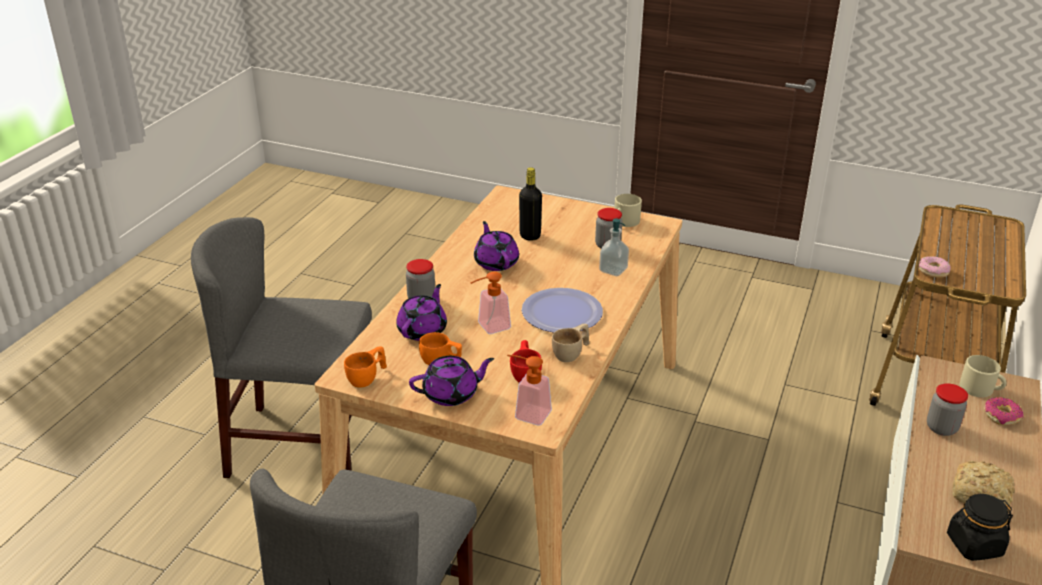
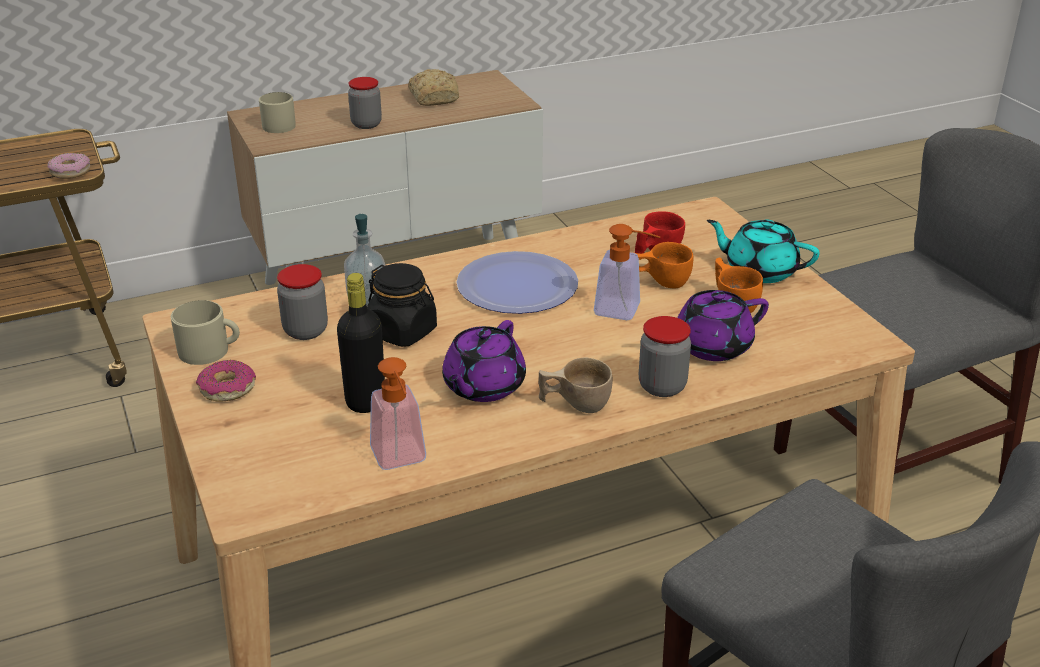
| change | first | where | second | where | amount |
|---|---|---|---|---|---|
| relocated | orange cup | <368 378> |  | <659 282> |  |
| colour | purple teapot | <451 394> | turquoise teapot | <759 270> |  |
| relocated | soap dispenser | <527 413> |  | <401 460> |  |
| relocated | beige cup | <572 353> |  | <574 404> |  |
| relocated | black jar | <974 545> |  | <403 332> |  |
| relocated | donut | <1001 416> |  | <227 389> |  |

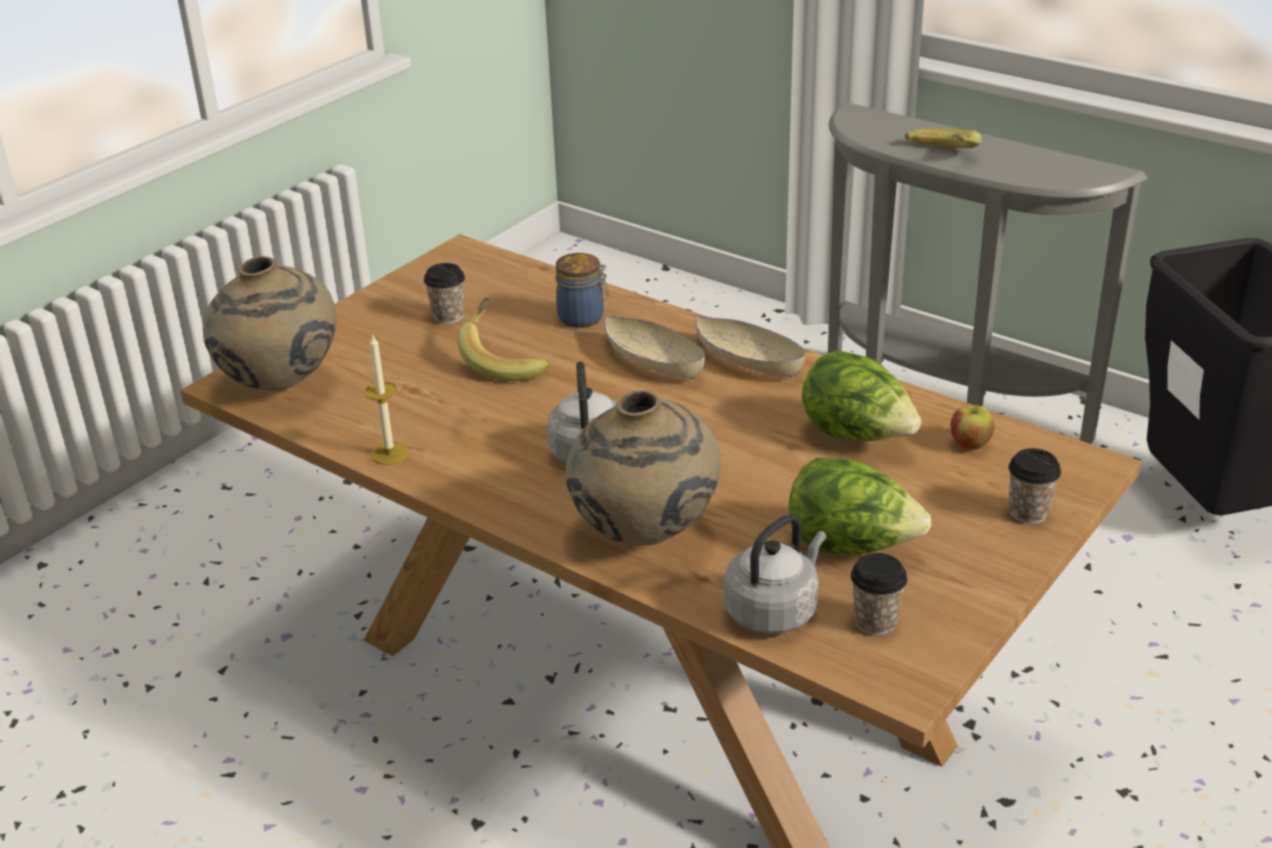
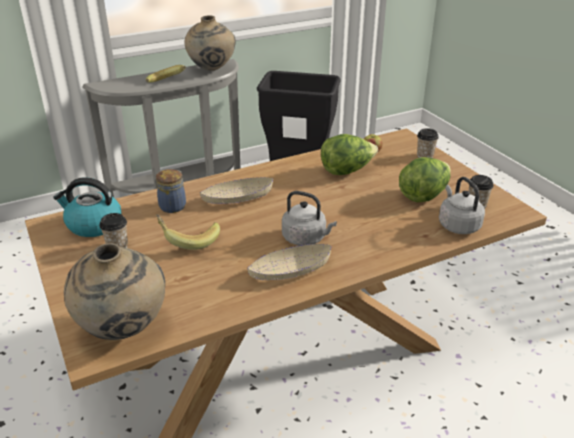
| change | first | where | second | where | amount |
|---|---|---|---|---|---|
| missing | candle | <389 454> |  |  |  |
| relocated | beige vase | <646 537> |  | <212 70> |  |
| relocated | beige bowl | <748 360> |  | <290 271> |  |
| appeared |  |  | kettle | <93 225> |  |

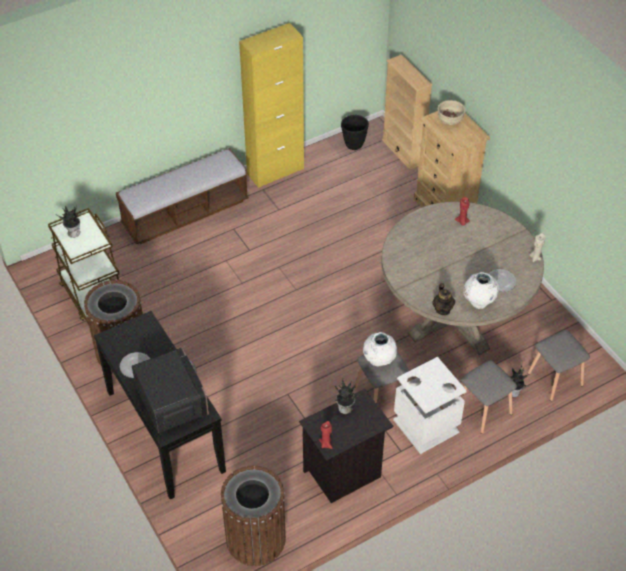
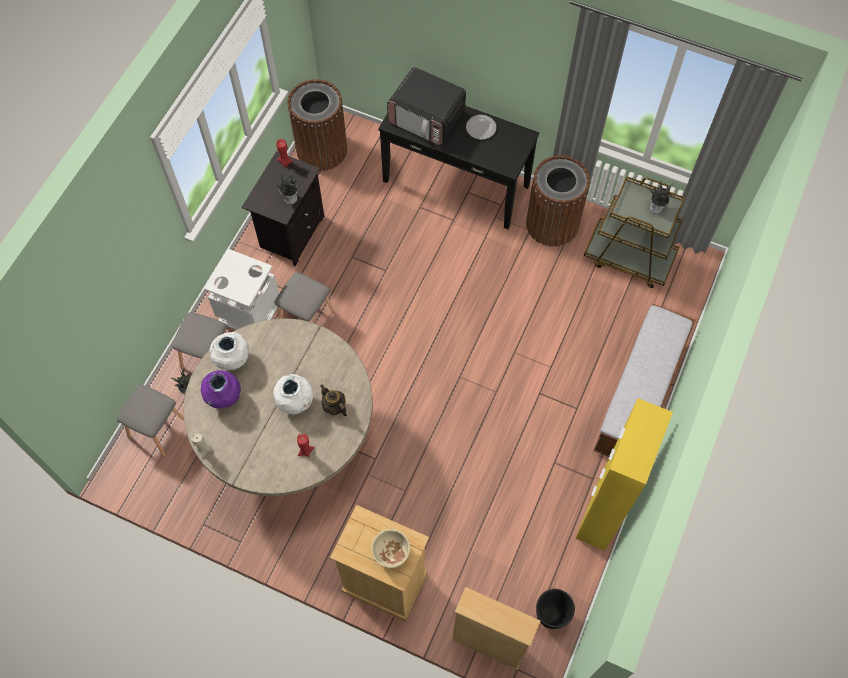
| change | first | where | second | where | amount |
|---|---|---|---|---|---|
| relocated | white vase | <379 361> |  | <296 403> |  |
| relocated | teapot | <443 309> |  | <334 407> |  |
| exchanged | plate | <501 281> | purple vase | <224 397> |  |

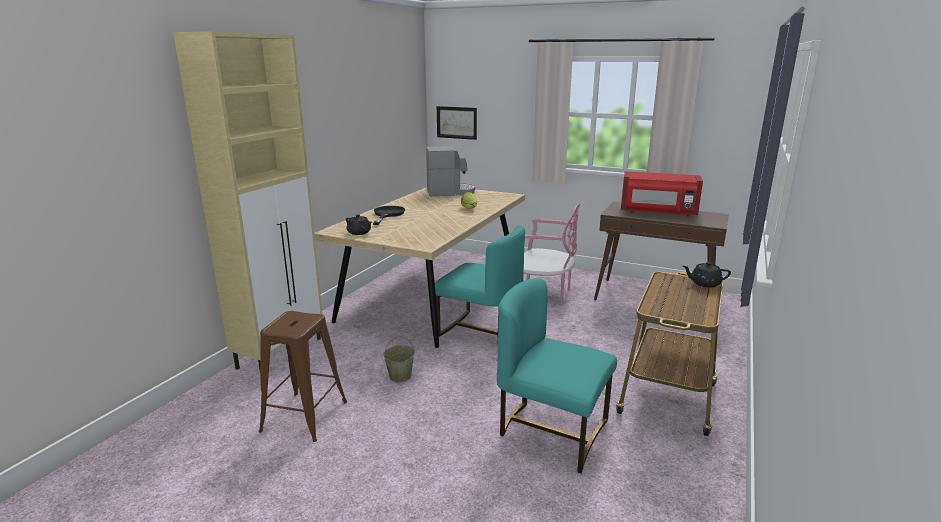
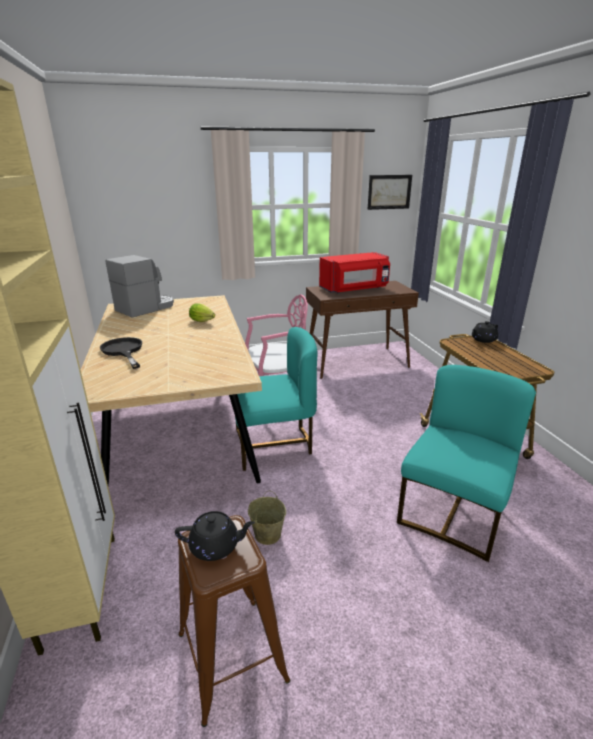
| change | first | where | second | where | amount |
|---|---|---|---|---|---|
| relocated | black teapot | <359 233> |  | <216 546> |  |
| relocated | picture | <456 122> |  | <389 192> |  |
| spun | turquoise chair | <551 431> |  | <453 513> | 135 degrees clockwise |

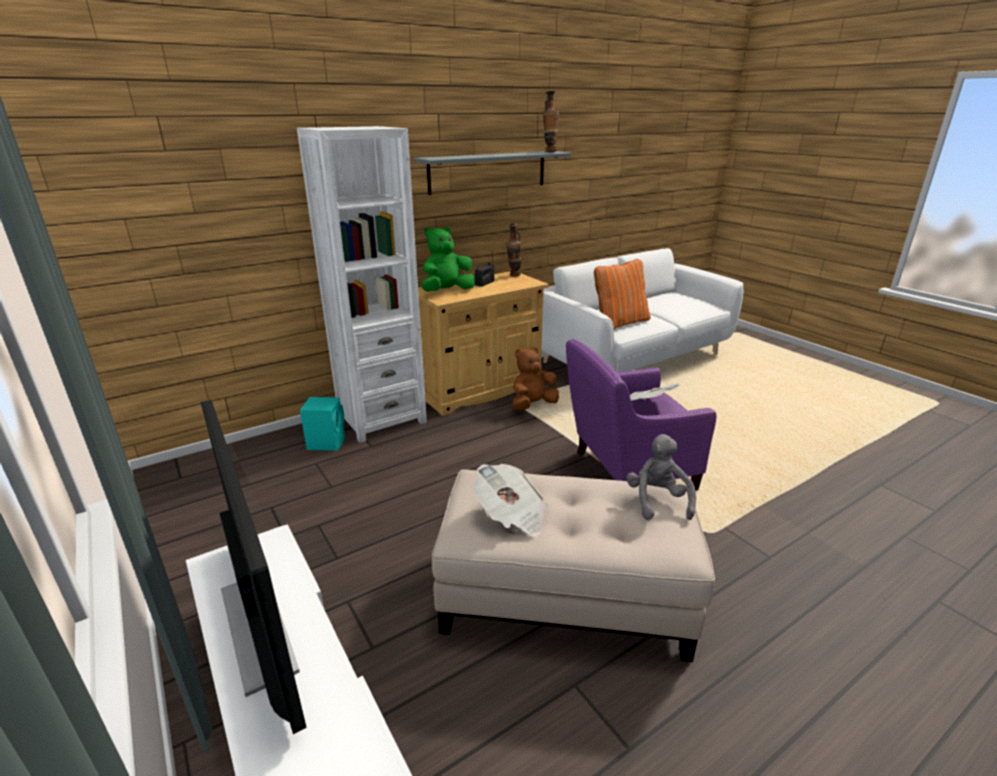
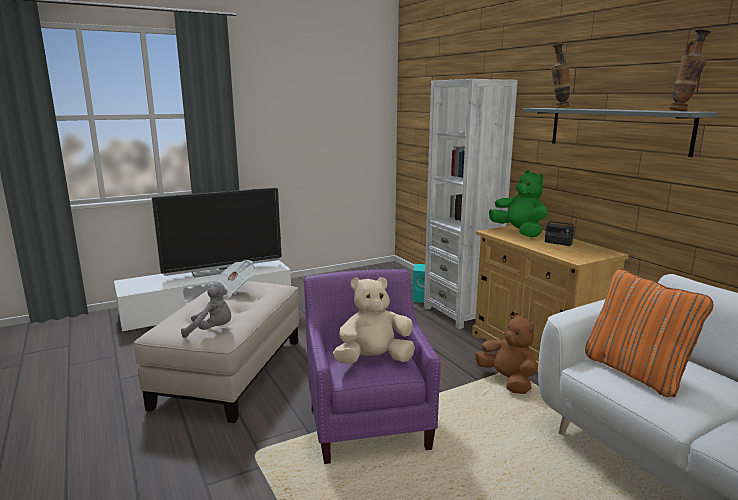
| change | first | where | second | where | amount |
|---|---|---|---|---|---|
| relocated | vase | <513 276> |  | <557 108> |  |
| exchanged | newspaper | <649 405> | beige plush toy | <374 360> |  |

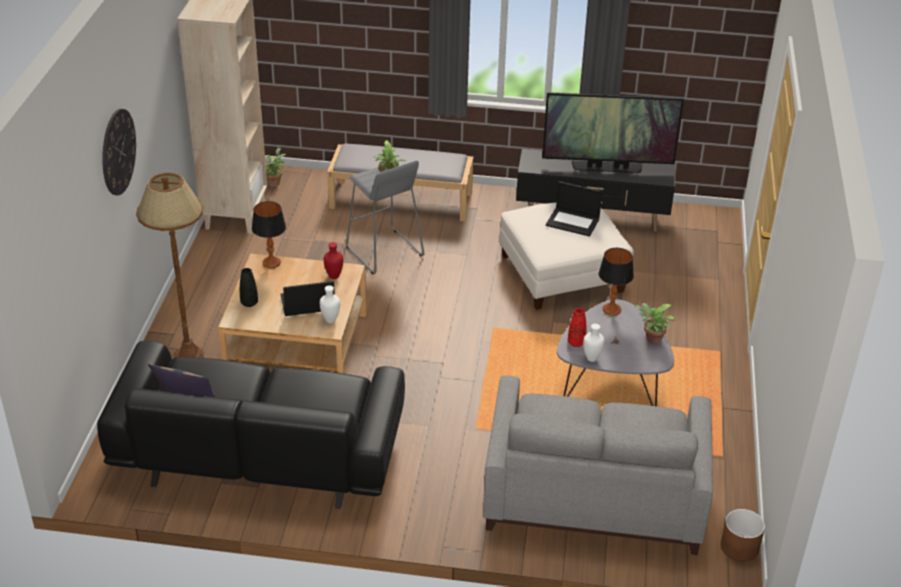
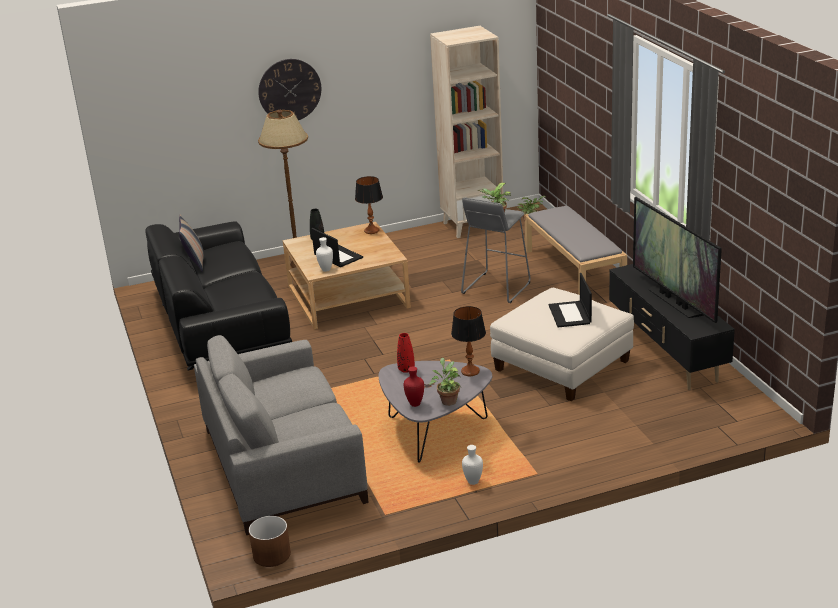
| change | first | where | second | where | amount |
|---|---|---|---|---|---|
| relocated | red vase | <334 276> |  | <416 404> |  |
| relocated | white vase | <591 358> |  | <473 482> |  |

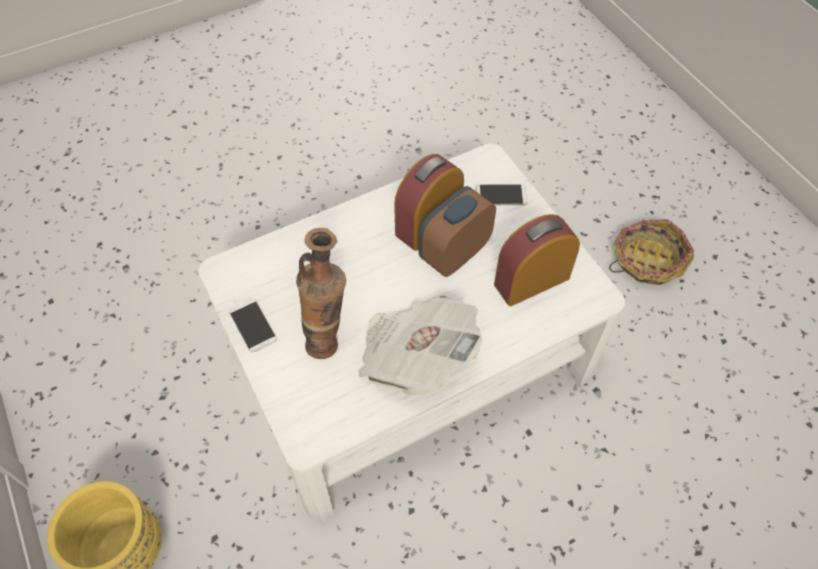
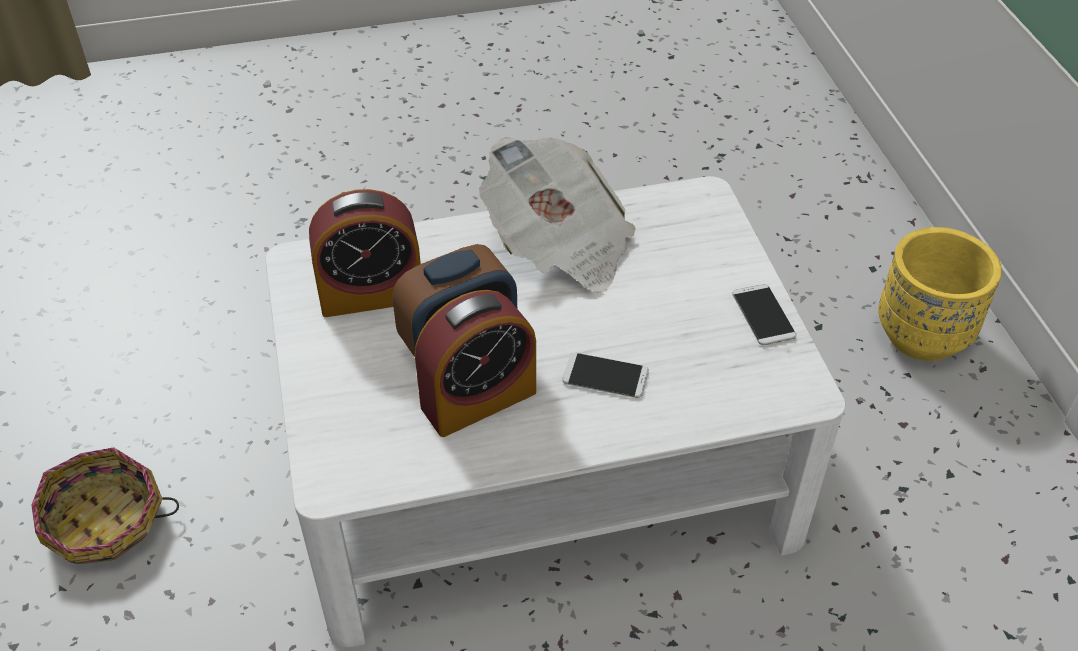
| change | first | where | second | where | amount |
|---|---|---|---|---|---|
| missing | vase | <328 338> |  |  |  |
| relocated | phone | <500 195> |  | <605 376> |  |

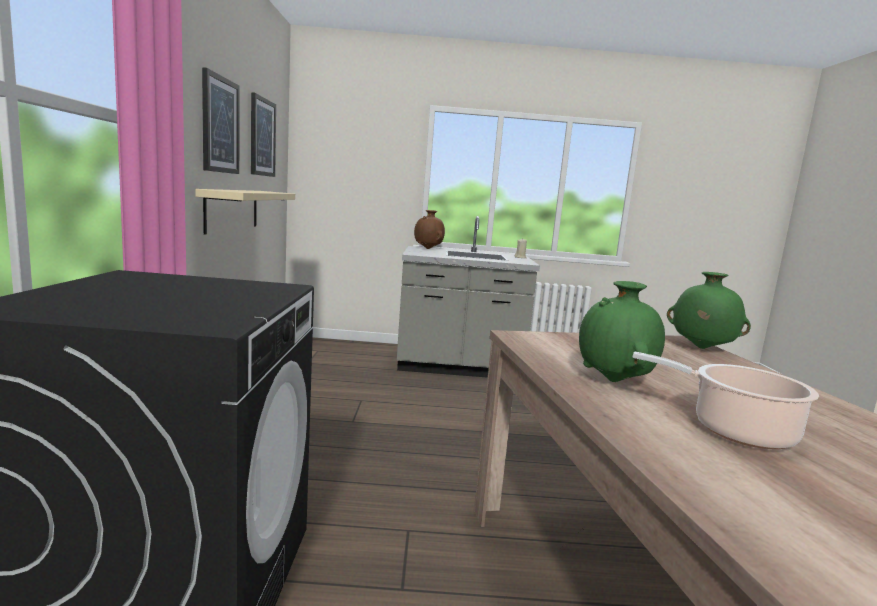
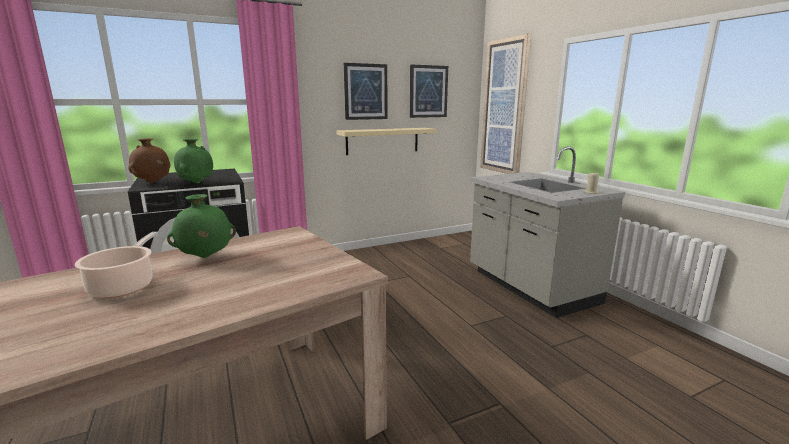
| change | first | where | second | where | amount |
|---|---|---|---|---|---|
| relocated | brown vase | <428 249> |  | <152 182> |  |
| relocated | green vase | <701 348> |  | <196 183> |  |
| appeared |  |  | picture | <504 107> |  |

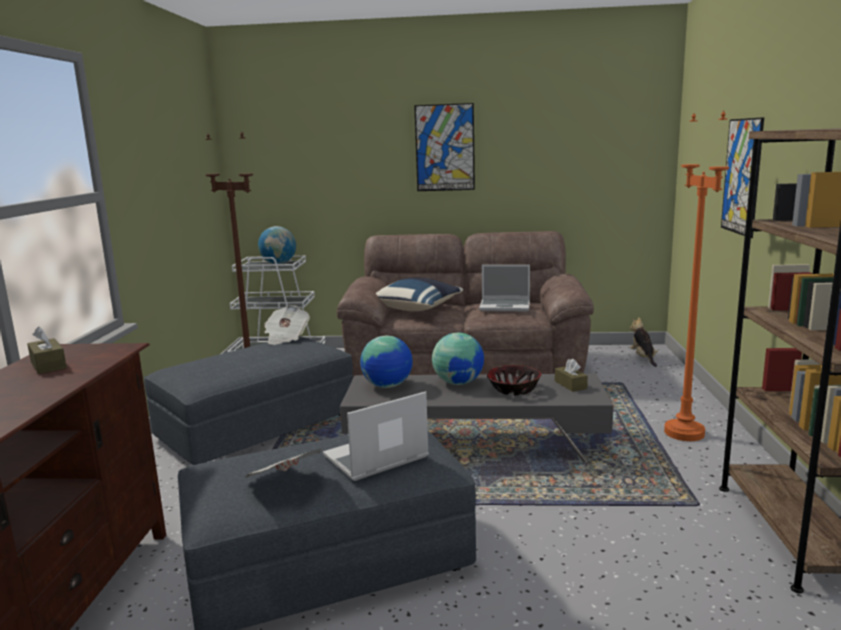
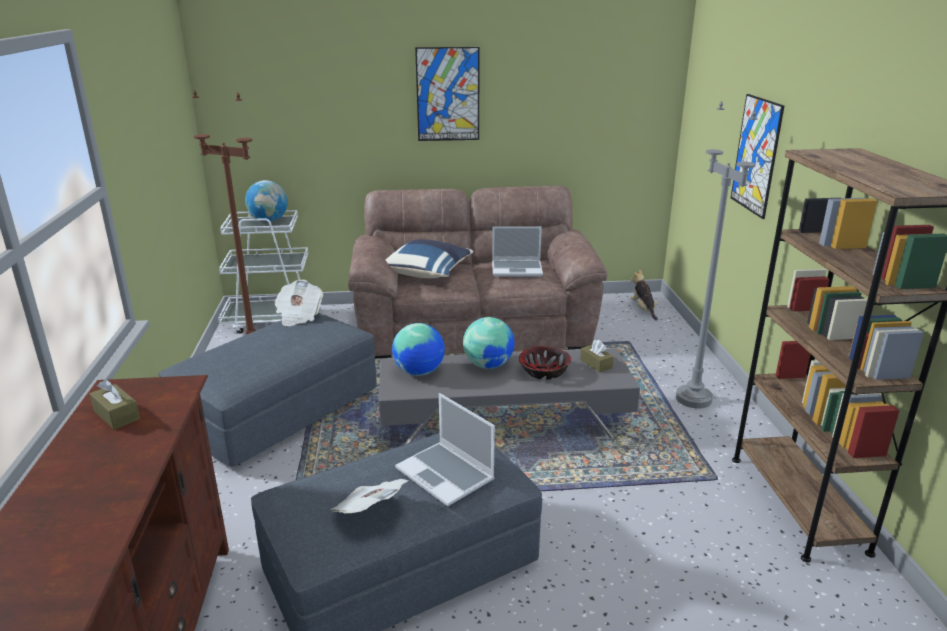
| change | first | where | second | where | amount |
|---|---|---|---|---|---|
| spun | laptop | <375 458> |  | <446 475> | 90 degrees counterclockwise |
| colour | orange floor lamp | <684 433> | grey floor lamp | <694 399> |  |

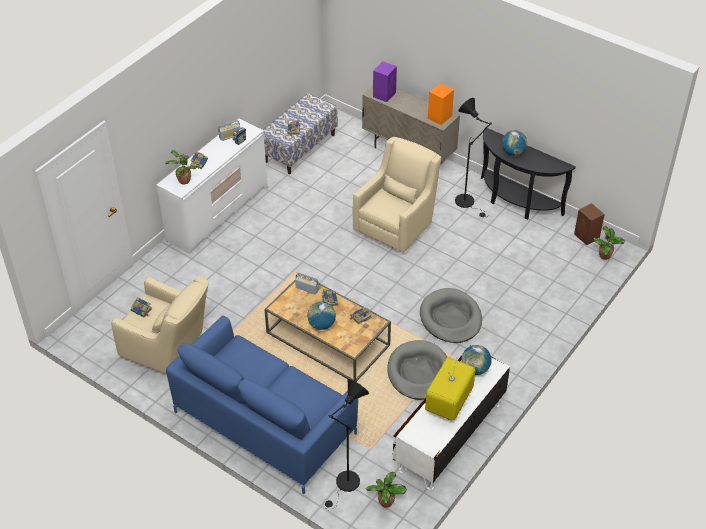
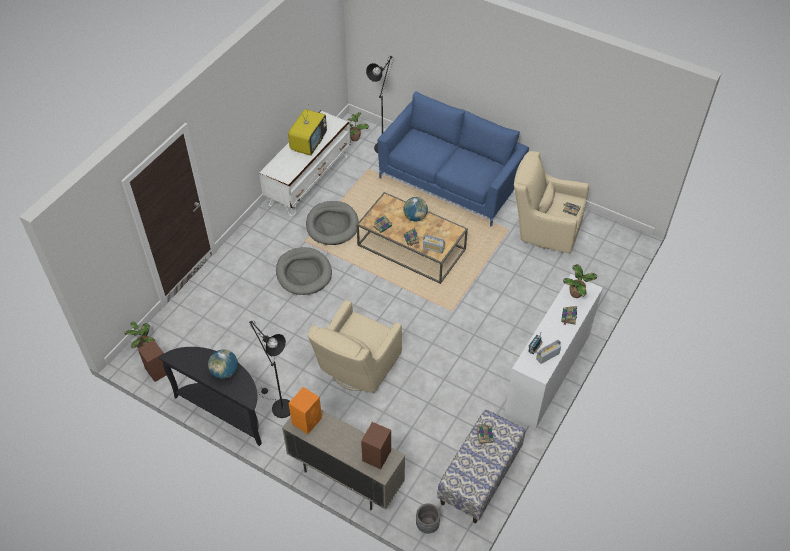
| change | first | where | second | where | amount |
|---|---|---|---|---|---|
| colour | purple speaker | <384 94> | brown speaker | <376 456> |  |
| missing | globe | <475 369> |  |  |  |
| appeared |  |  | grey planter | <427 525> |  |

